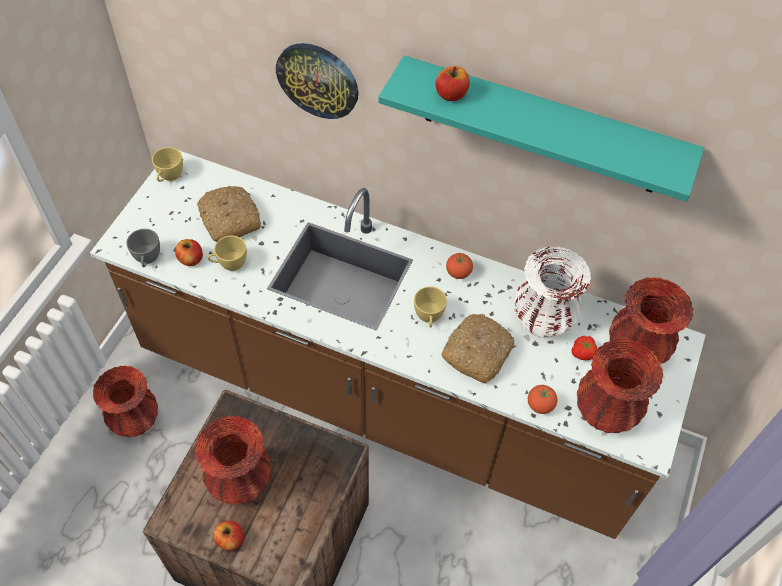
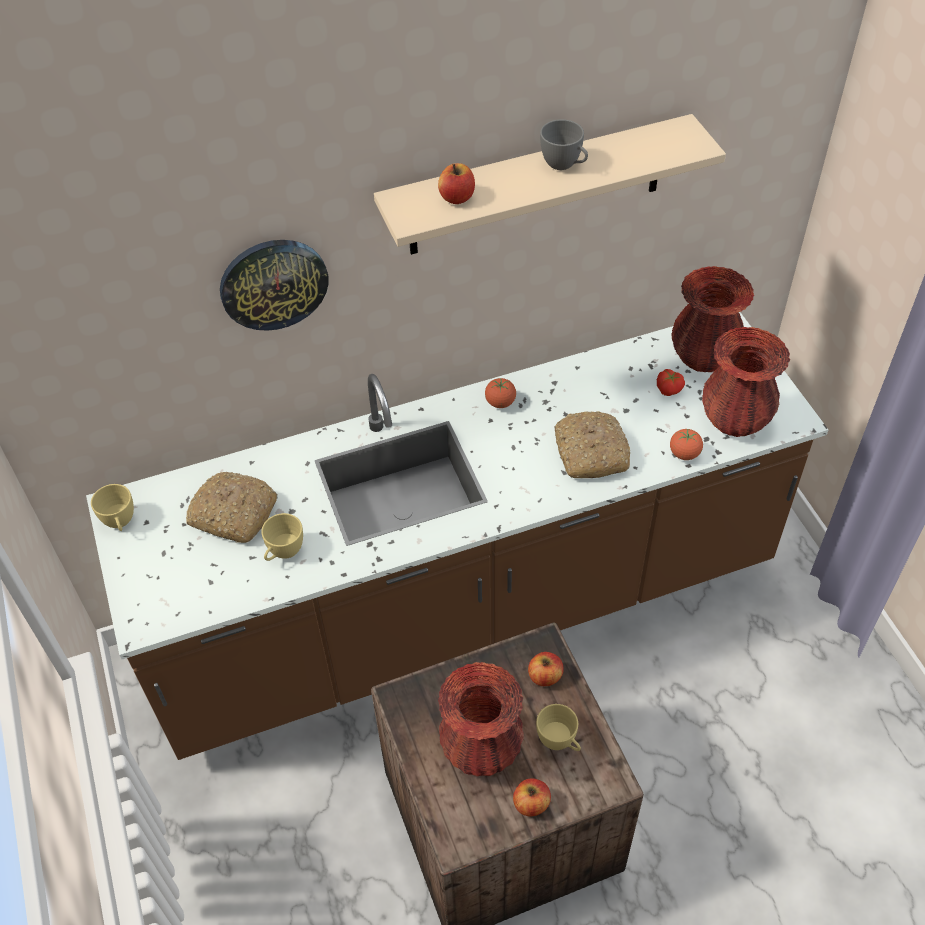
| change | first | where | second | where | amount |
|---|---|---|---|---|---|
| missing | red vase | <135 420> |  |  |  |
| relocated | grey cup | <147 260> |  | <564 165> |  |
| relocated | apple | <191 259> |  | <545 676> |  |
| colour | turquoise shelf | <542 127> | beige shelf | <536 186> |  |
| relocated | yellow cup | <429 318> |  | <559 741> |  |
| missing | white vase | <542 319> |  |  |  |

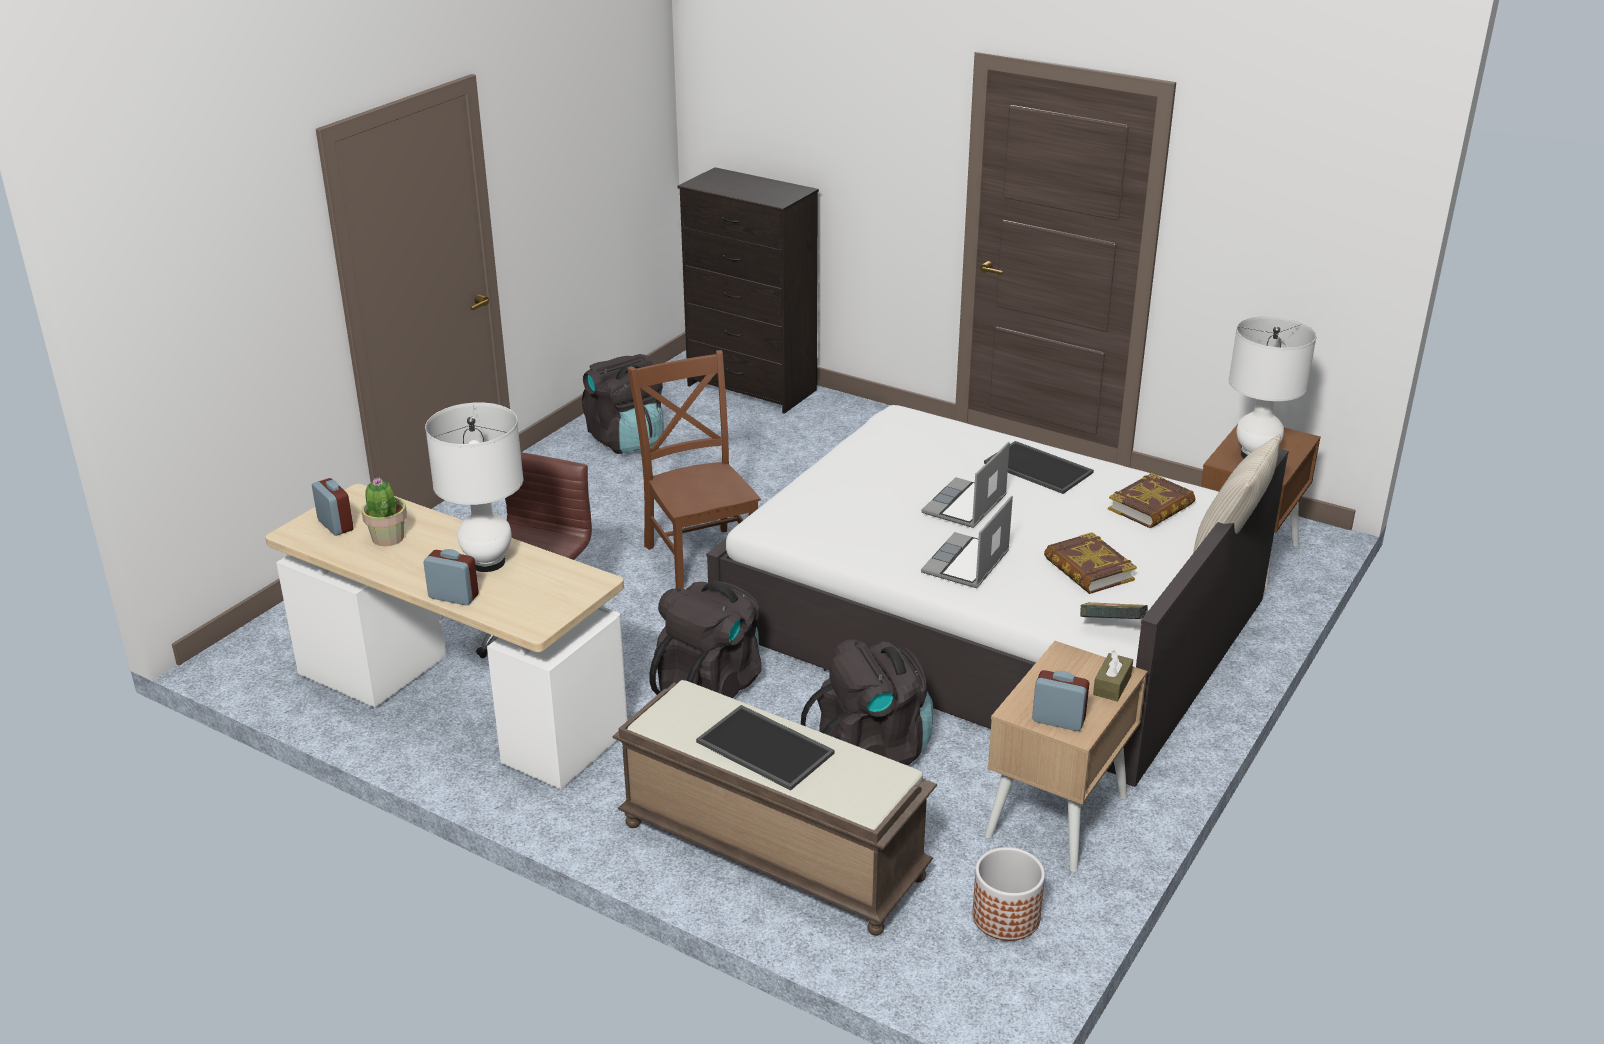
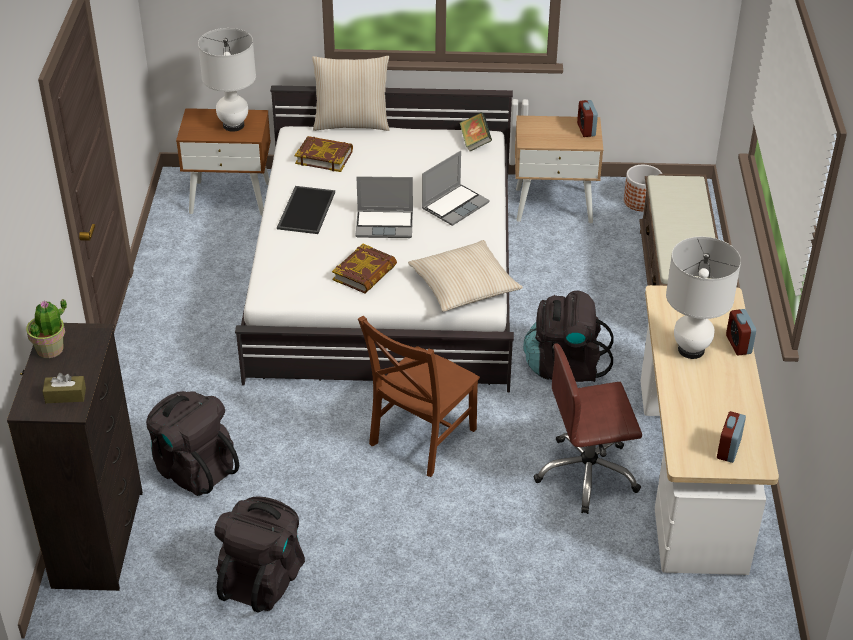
| change | first | where | second | where | amount |
|---|---|---|---|---|---|
| relocated | potted plant | <387 538> |  | <50 349> |  |
| missing | tray | <767 747> |  |  |  |
| relocated | black backpack | <872 751> |  | <193 468> |  |
| spun | laptop | <966 564> |  | <455 205> | 45 degrees counterclockwise |
| relocated | book | <1088 570> |  | <365 273> |  |
| relocated | brown tissue box | <1112 685> |  | <65 395> |  |
| appeared |  |  | beige pillow | <464 285> |  |

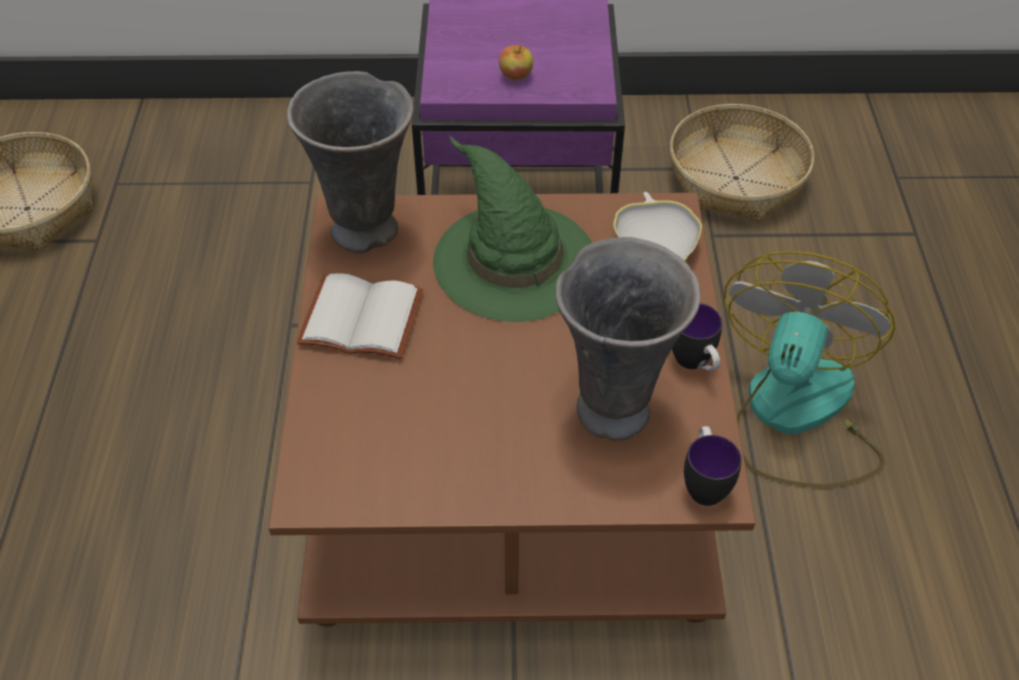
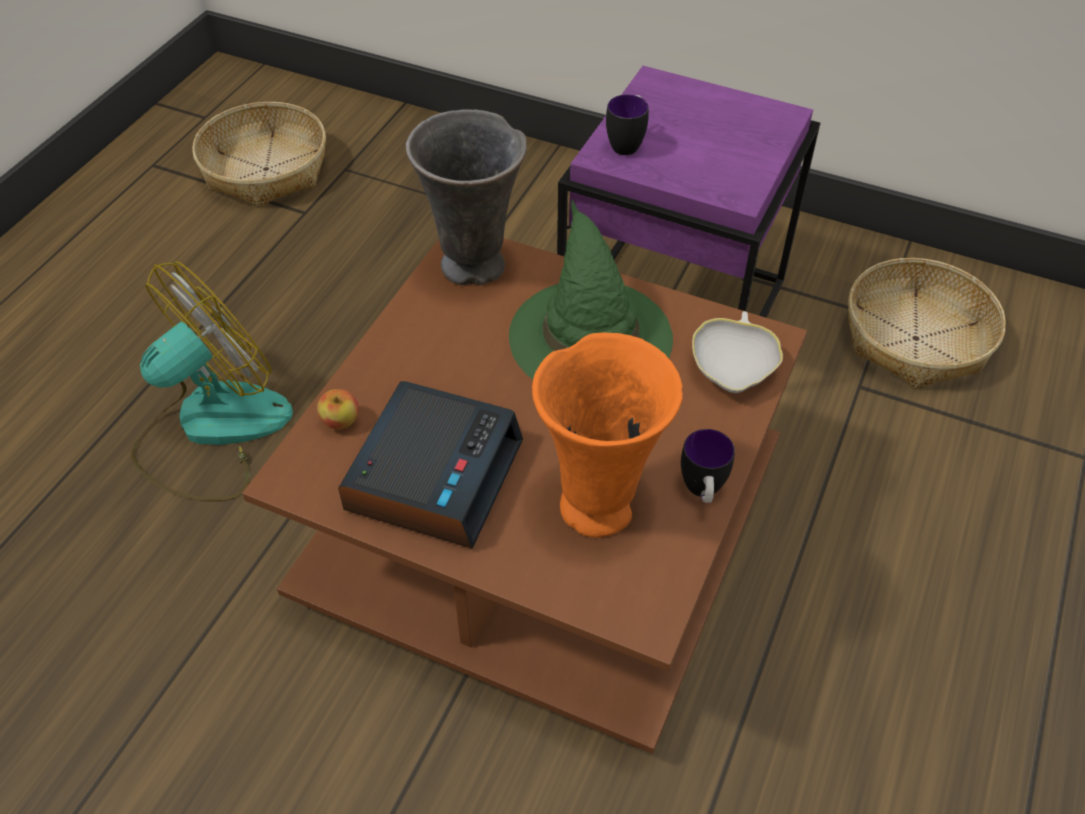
| change | first | where | second | where | amount |
|---|---|---|---|---|---|
| missing | white book | <364 317> |  |  |  |
| relocated | apple | <516 76> |  | <341 421> |  |
| colour | grey vase | <613 408> | orange vase | <599 504> |  |
| relocated | mug | <704 483> |  | <627 143> |  |
| relocated | fan | <794 416> |  | <211 430> |  |
| appeared |  |  | alarm clock | <434 474> |  |

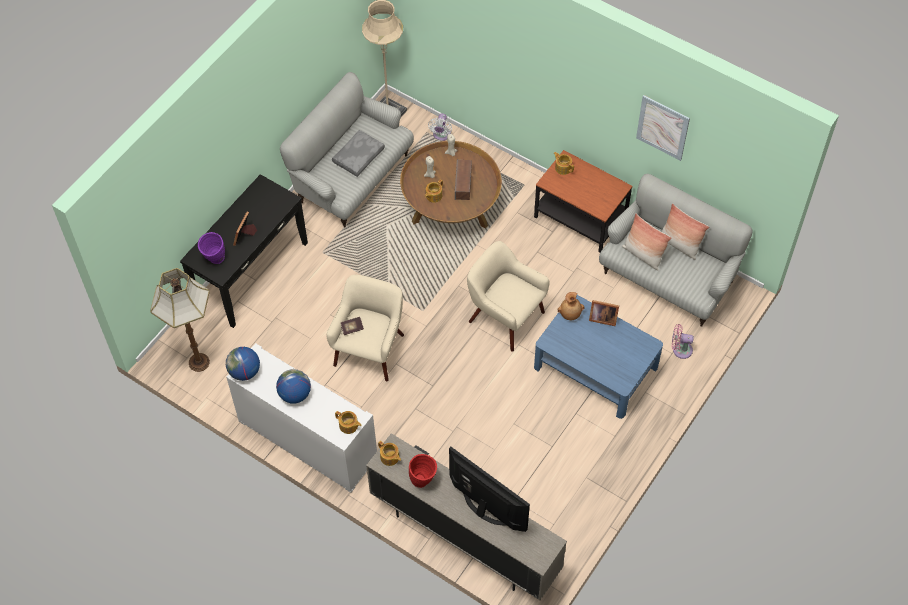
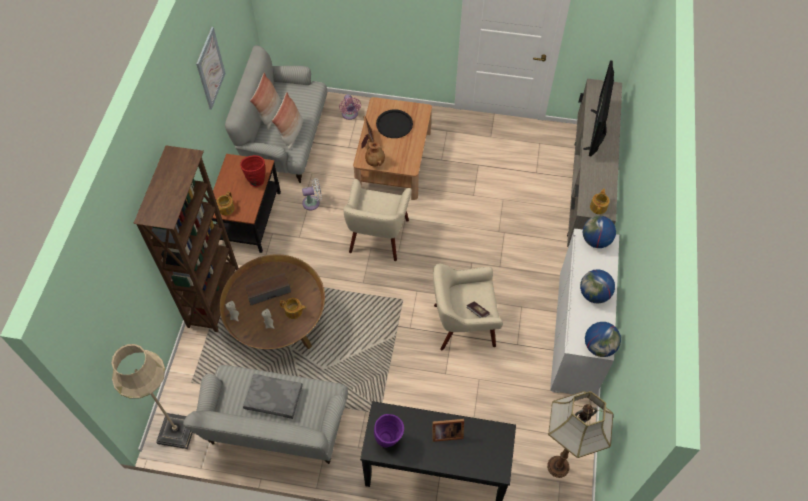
| change | first | where | second | where | amount |
|---|---|---|---|---|---|
| relocated | purple vase | <214 260> |  | <389 439> |  |
| exchanged | teapot | <349 426> | globe | <595 240> |  |
| relocated | red vase | <423 480> |  | <256 180> |  |
| relocated | white fan | <441 135> |  | <313 203> |  |
| colour | blue coffee table | <596 367> | brown coffee table | <393 160> |  |
| appeared |  |  | brown bookcase | <214 296> |  |
| appeared |  |  | black tray | <394 124> |  |

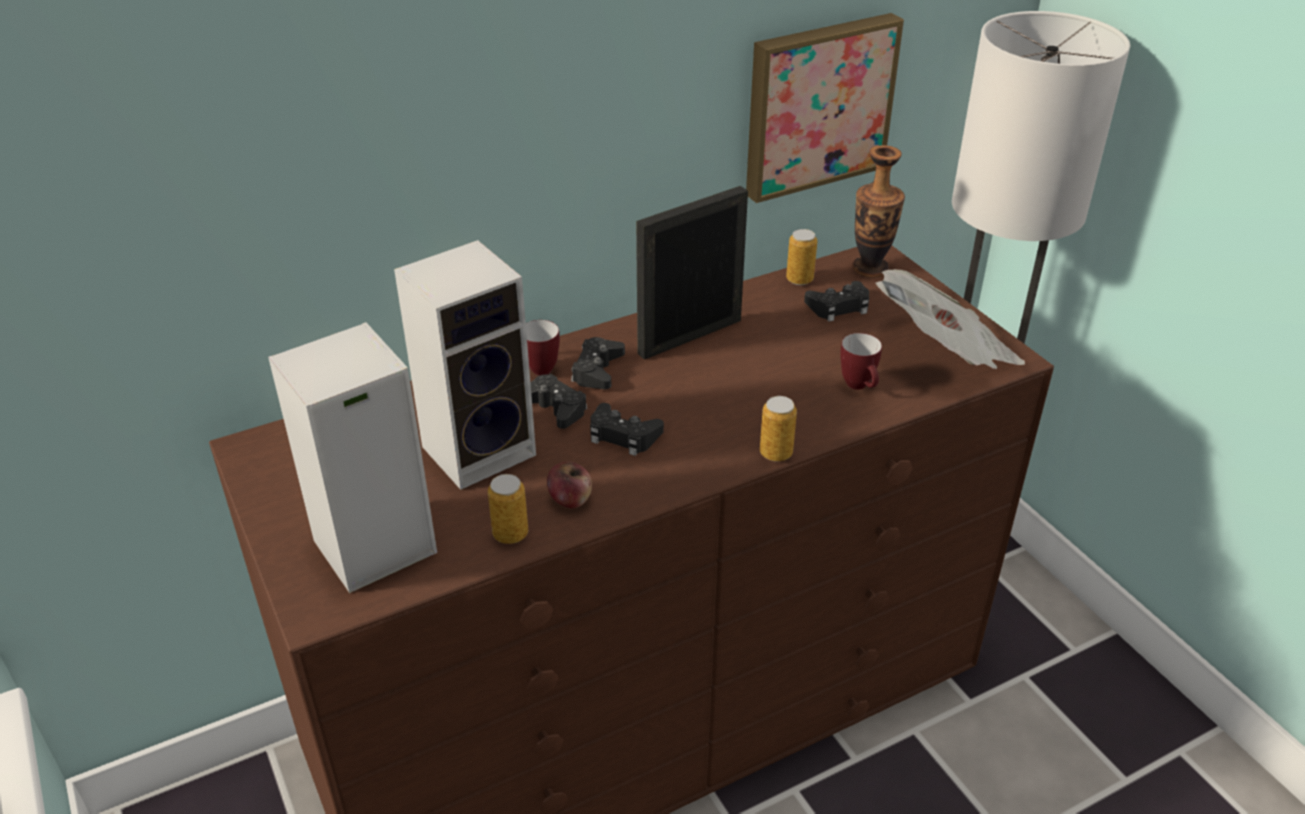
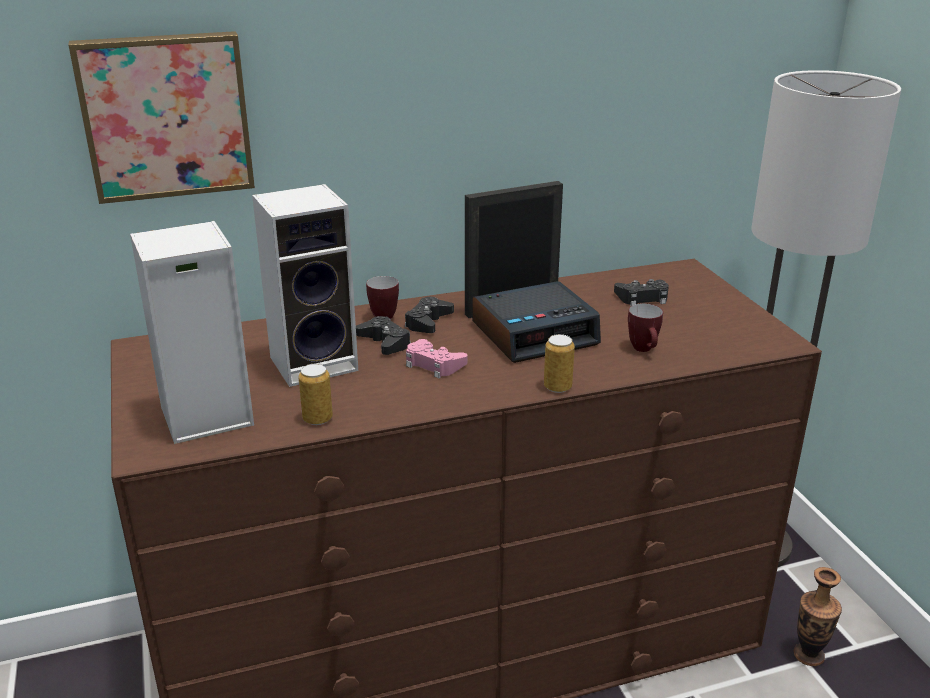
| change | first | where | second | where | amount |
|---|---|---|---|---|---|
| missing | apple | <570 499> |  |  |  |
| colour | black game controller | <623 435> | pink game controller | <433 364> |  |
| relocated | picture | <817 105> |  | <166 115> |  |
| missing | can | <799 279> |  |  |  |
| relocated | vase | <870 268> |  | <808 655> |  |
| missing | newspaper | <944 354> |  |  |  |
| appeared |  |  | alarm clock | <535 333> |  |

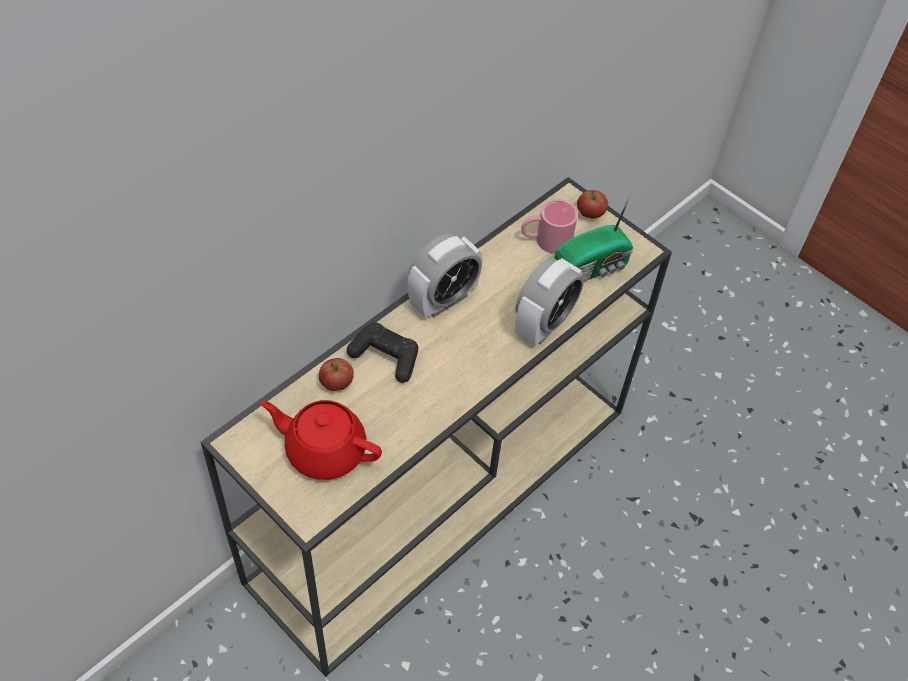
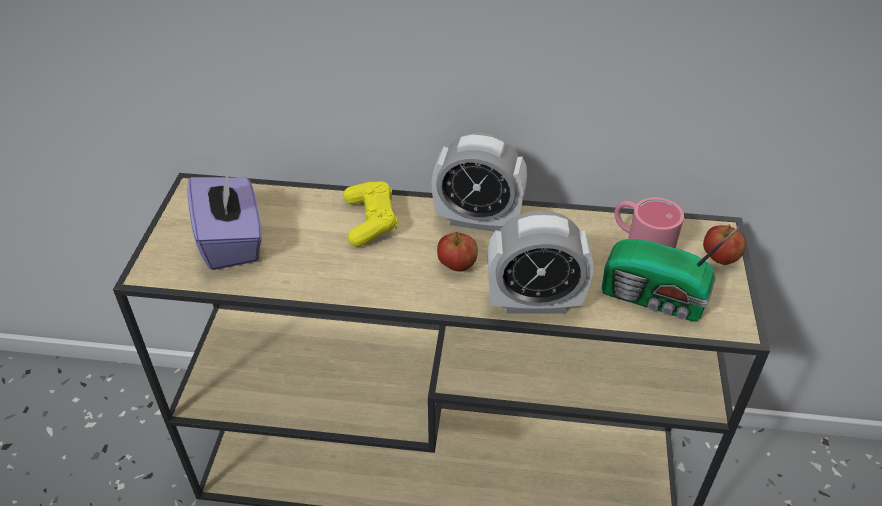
| change | first | where | second | where | amount |
|---|---|---|---|---|---|
| exchanged | red teapot | <324 450> | purple tissue box | <232 241> |  |
| relocated | apple | <337 384> |  | <457 265> |  |
| colour | black game controller | <385 357> | yellow game controller | <370 221> |  |

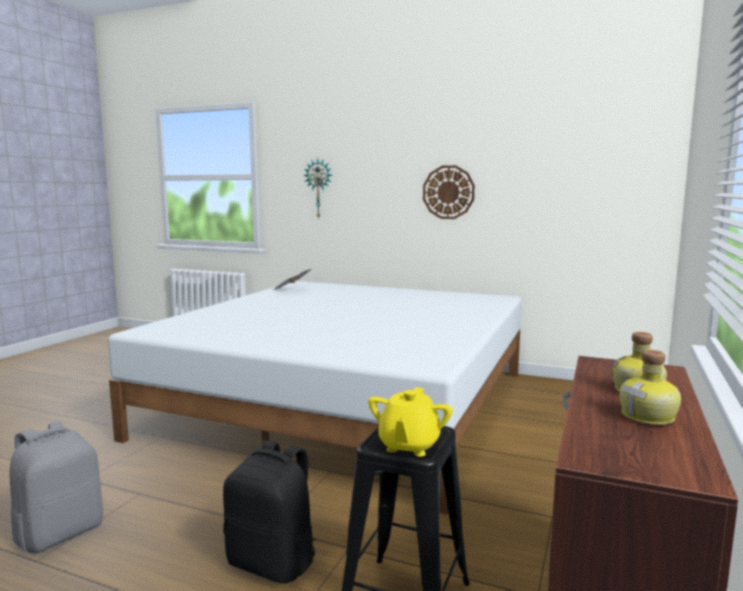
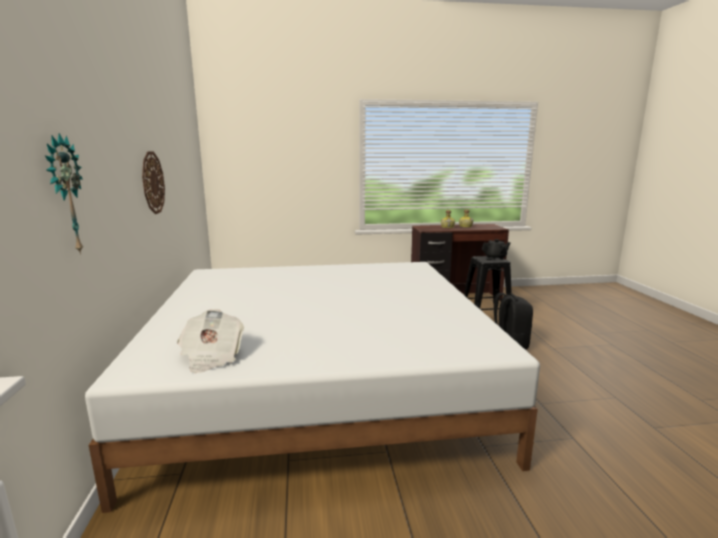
| change | first | where | second | where | amount |
|---|---|---|---|---|---|
| missing | grey backpack | <61 533> |  |  |  |
| colour | yellow teapot | <408 446> | black teapot | <495 258> |  |

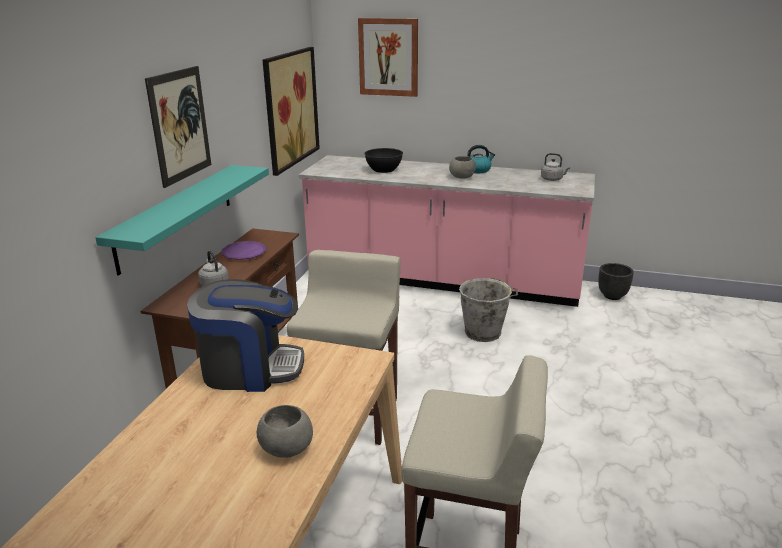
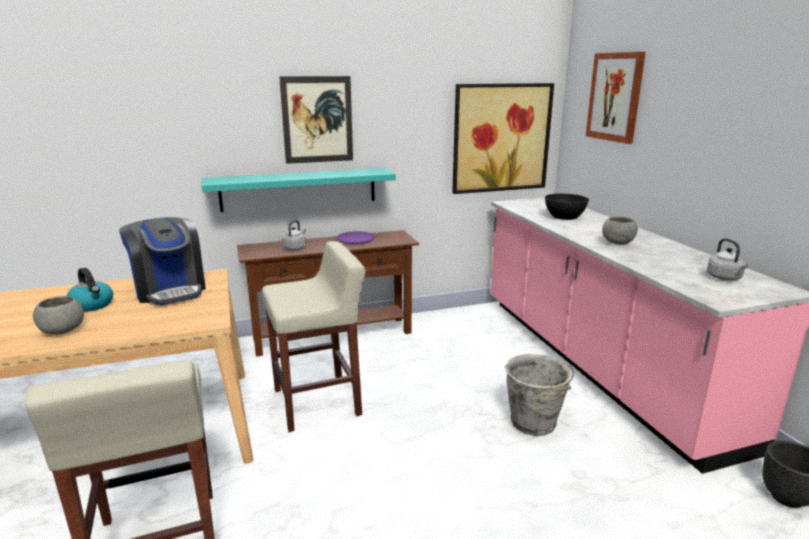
| change | first | where | second | where | amount |
|---|---|---|---|---|---|
| relocated | kettle | <478 170> |  | <92 305> |  |

